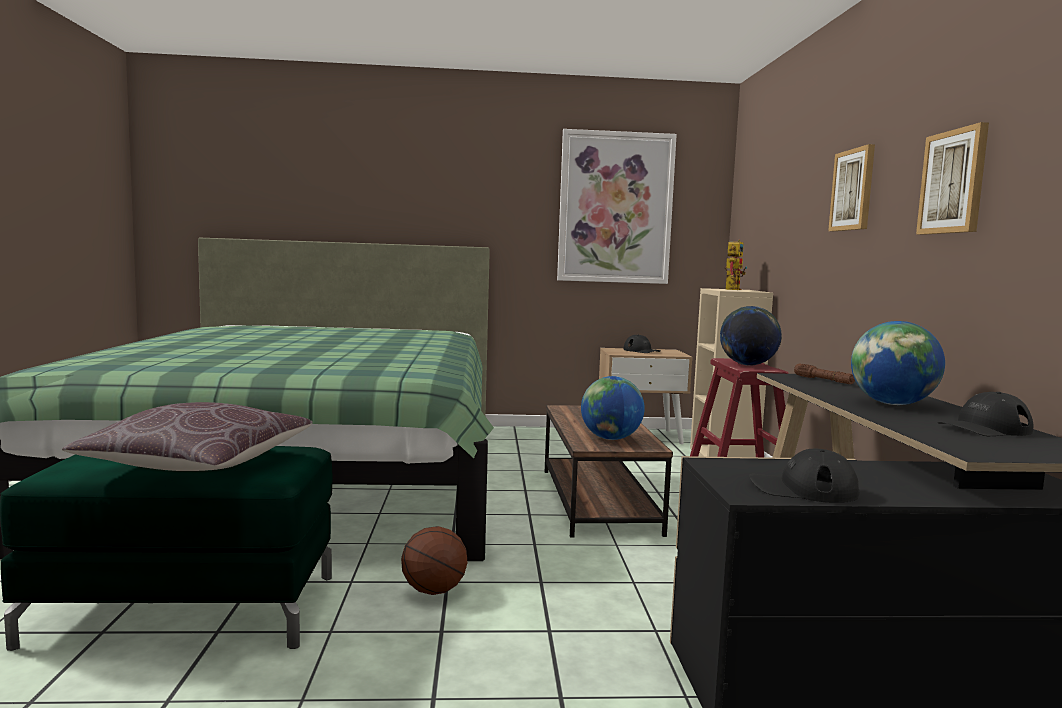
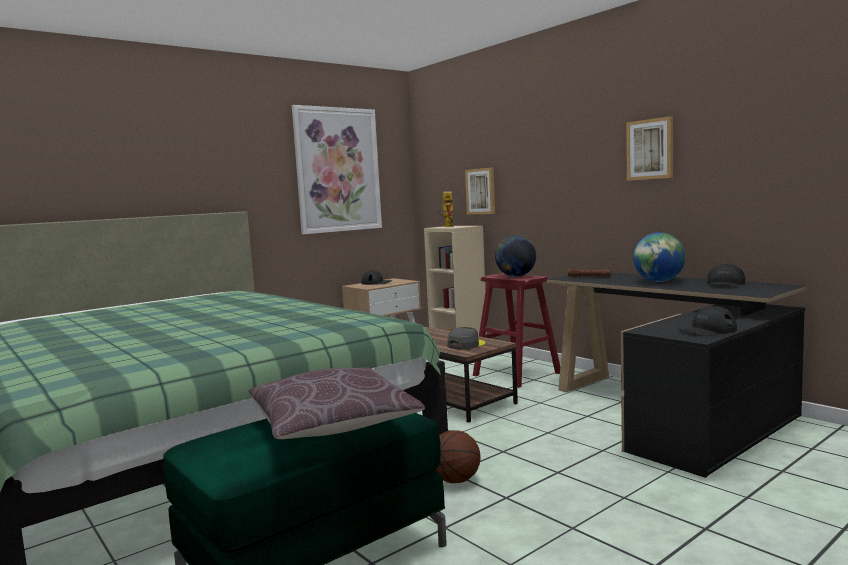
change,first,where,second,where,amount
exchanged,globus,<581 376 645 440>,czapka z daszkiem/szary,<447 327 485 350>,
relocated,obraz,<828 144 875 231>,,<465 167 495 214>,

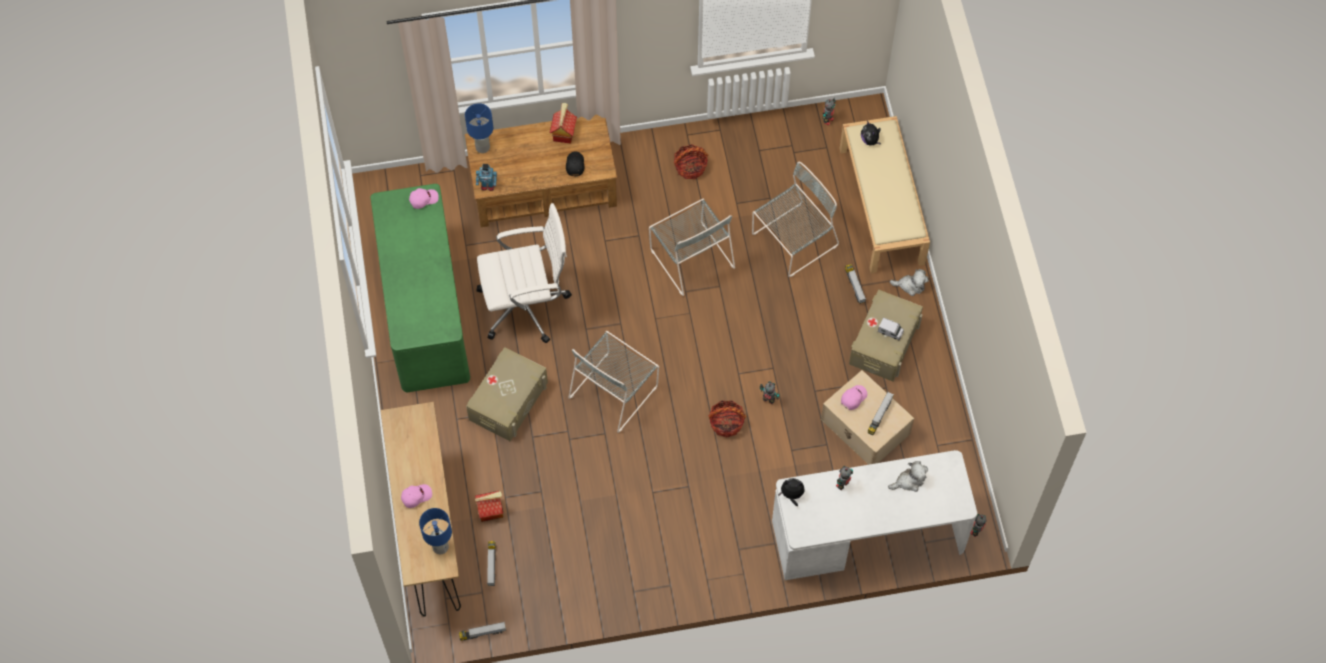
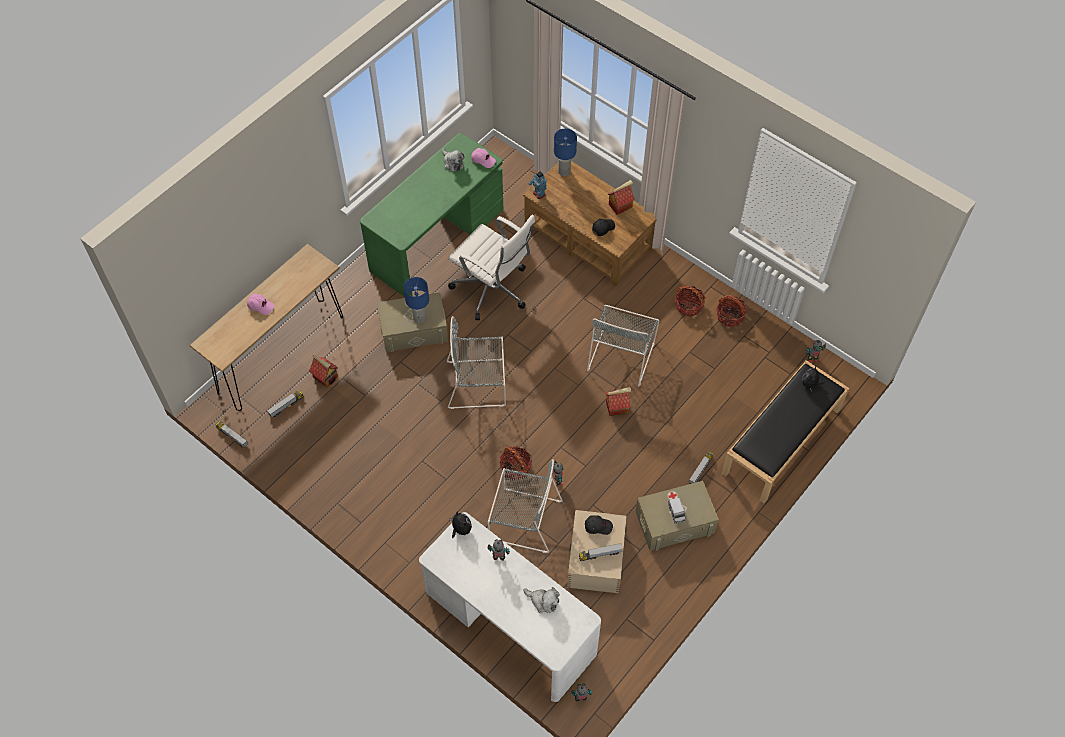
change,first,where,second,where,amount
relocated,lampa stołowa/niebieski,<419 508 452 554>,,<404 277 429 323>,
relocated,pluszak,<890 269 929 296>,,<442 148 464 172>,
relocated,krzesło/szary,<752 162 839 277>,,<488 459 563 553>,
colour,czapka z daszkiem/różowy,<841 385 867 410>,czapka z daszkiem/czarny,<585 515 613 535>,
appeared,,,domek,<606 387 631 416>,
appeared,,,koszyk,<716 295 747 327>,
colour,ławka/beżowy,<840 116 930 273>,ławka/czarny,<721 360 849 503>,

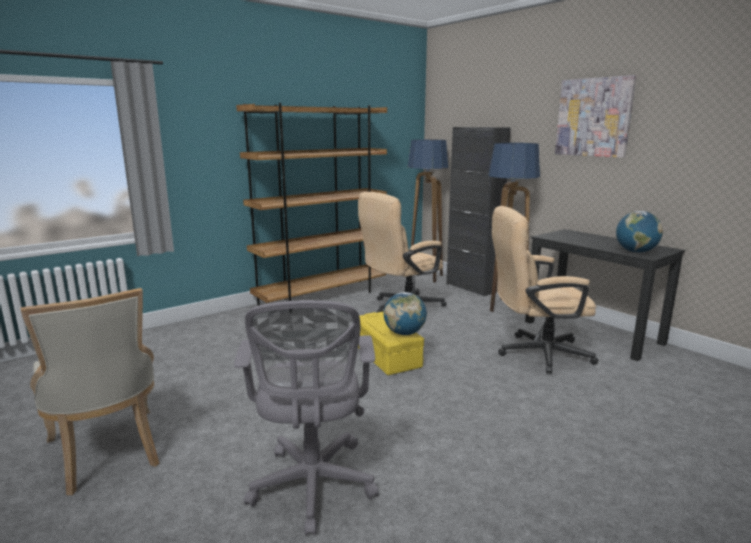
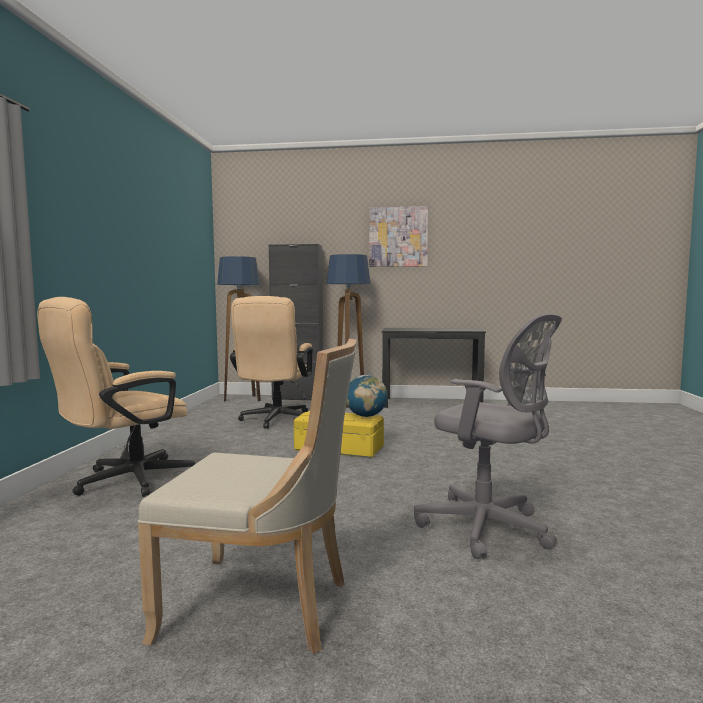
change,first,where,second,where,amount
relocated,krzesło biurowe/beżowy,<492 206 599 374>,,<37 297 195 497>,
missing,regał/brązowy,<236 103 387 306>,,,
missing,globus,<616 211 663 253>,,,

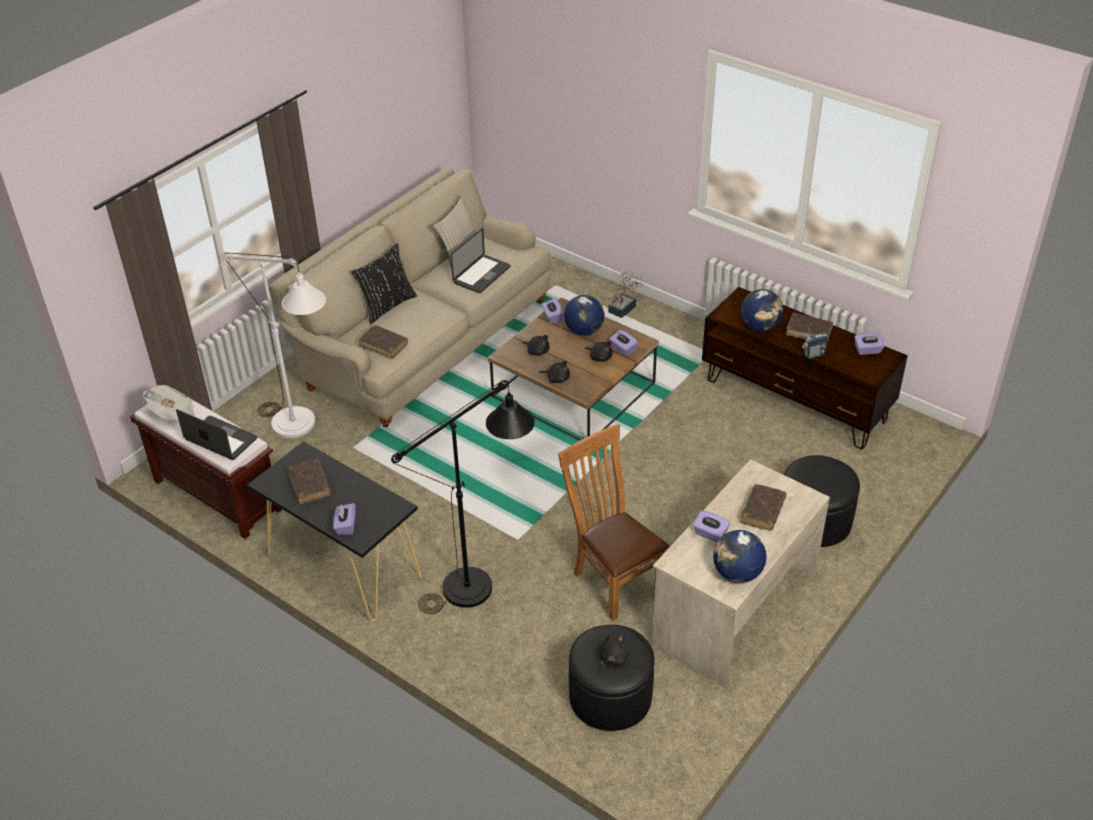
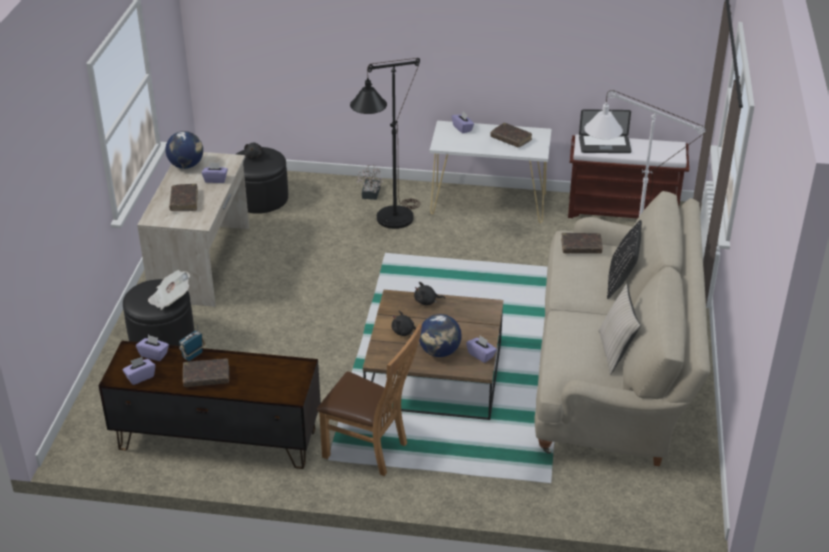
change,first,where,second,where,amount
relocated,pudełko chusteczek/fioletowy,<609 330 638 356>,,<136 335 169 361>,
relocated,gazeta,<143 385 195 421>,,<148 270 190 310>,
relocated,krzesło/brązowy,<558 424 669 621>,,<317 324 422 476>,
relocated,roślina doniczkowa,<608 271 643 318>,,<357 165 383 200>,
colour,stolik konsolowy/czarny,<247 441 421 621>,stolik konsolowy/biały,<430 121 552 223>,
missing,laptop,<451 228 511 293>,,,
missing,pluszak/czarny,<522 335 550 356>,,,
missing,globus,<741 289 783 331>,,,

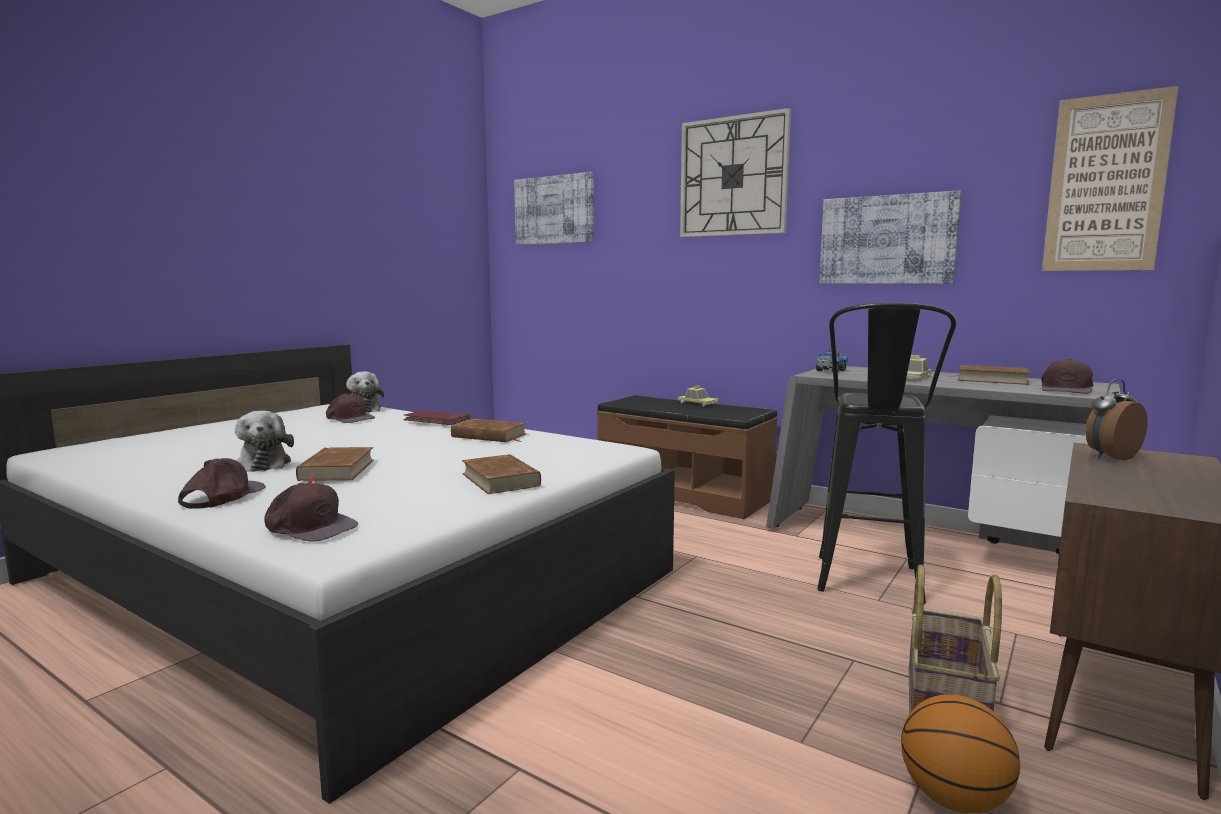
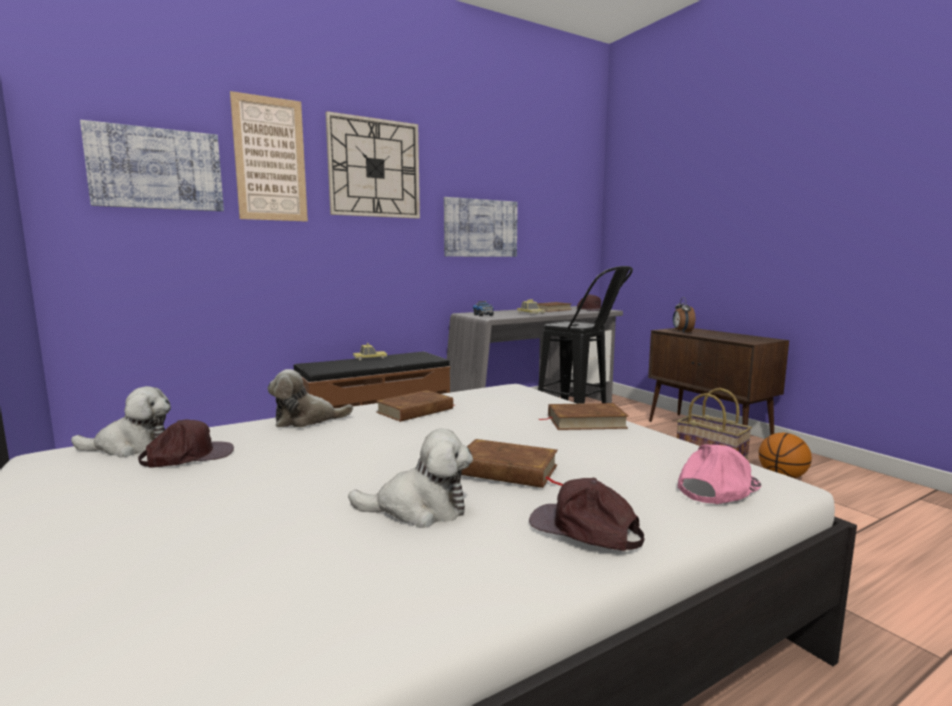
change,first,where,second,where,amount
relocated,obraz,<1042 86 1179 271>,,<230 91 308 222>,
exchanged,książka/czerwony,<403 410 470 425>,pluszak,<267 369 353 427>,
colour,czapka z daszkiem/brązowy,<264 483 358 542>,czapka z daszkiem/różowy,<678 445 761 504>,

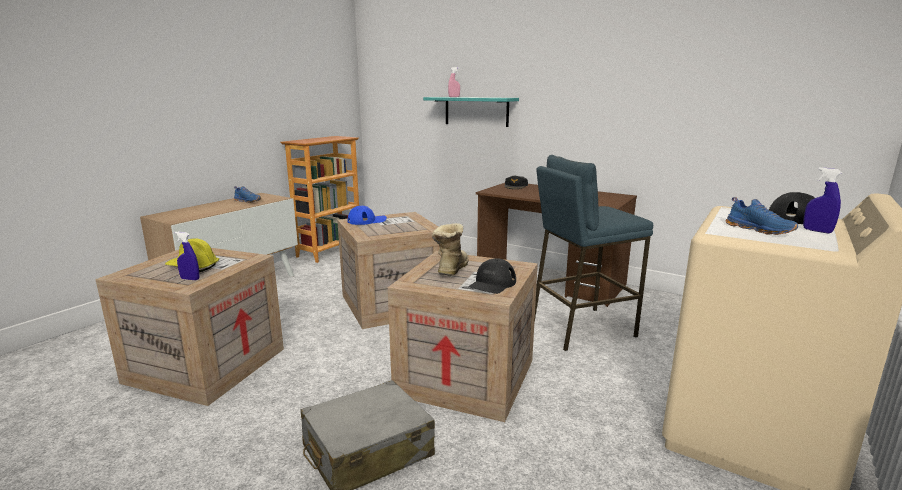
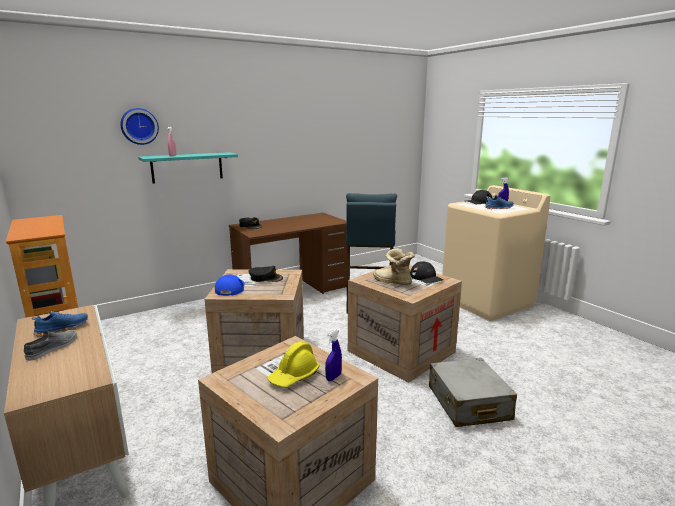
change,first,where,second,where,amount
appeared,,,but/szary,<24 330 77 361>,
appeared,,,zegar ścienny,<121 108 159 145>,
appeared,,,czapka z daszkiem/czarny,<248 266 283 282>,

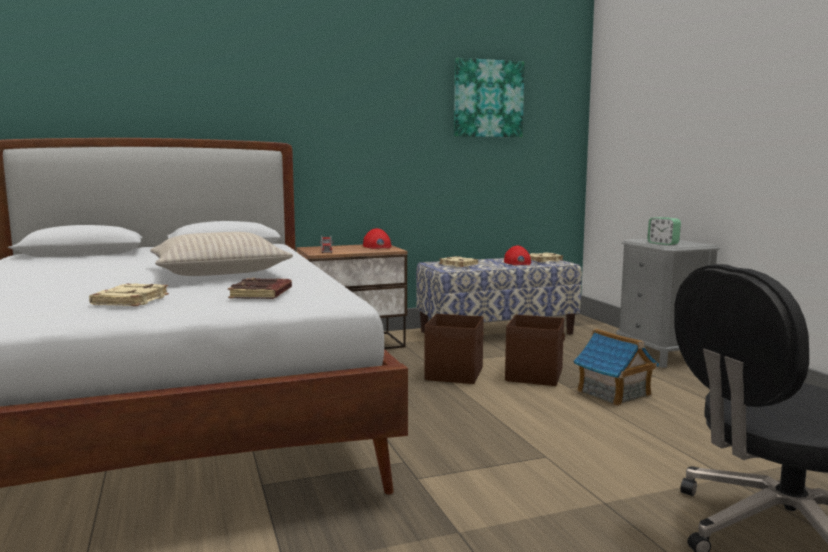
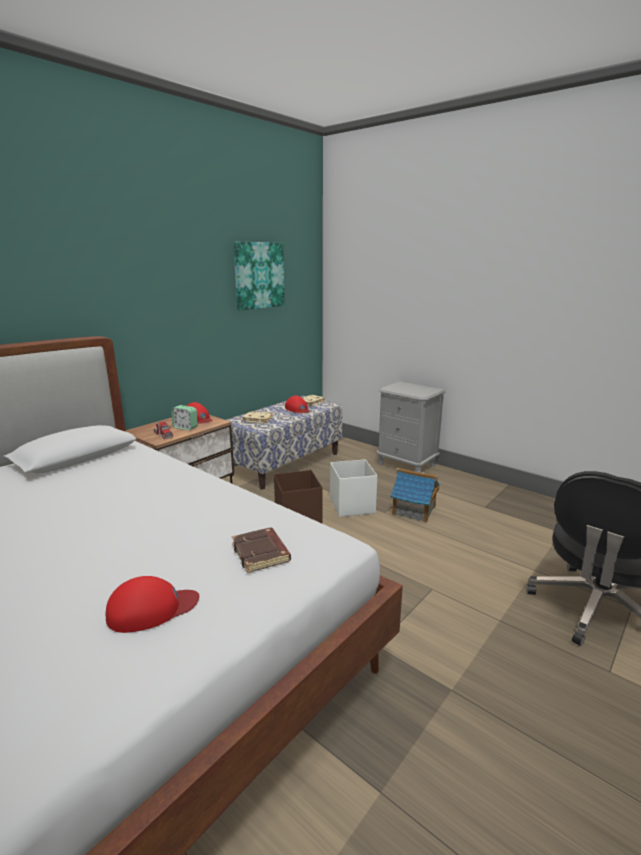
change,first,where,second,where,amount
exchanged,książka/beżowy,<89 283 169 306>,czapka z daszkiem/czerwony,<106 576 199 633>,
relocated,budzik,<647 217 681 245>,,<171 405 198 430>,
colour,pojemnik do przechowywania/brązowy,<505 315 565 386>,pojemnik do przechowywania/biały,<330 459 377 517>,
missing,poduszka/beżowy,<150 232 293 276>,,,

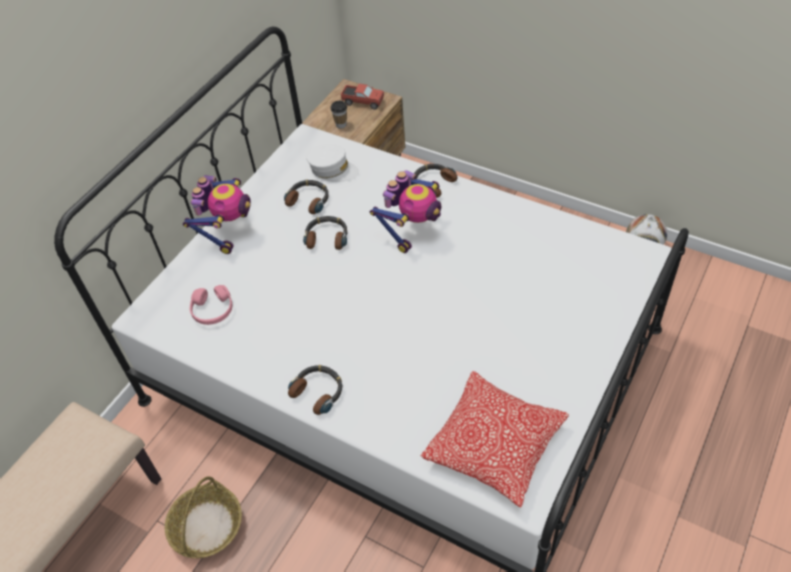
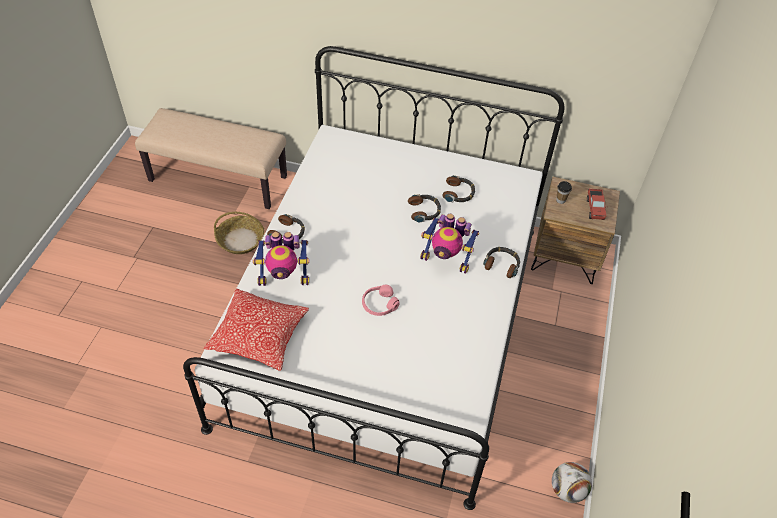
change,first,where,second,where,amount
relocated,robot zabawkowy,<183 175 251 254>,,<253 232 310 286>,
relocated,słuchawki/różowy,<190 285 233 325>,,<362 285 400 316>,
missing,czapka z daszkiem/biały,<306 144 359 182>,,,

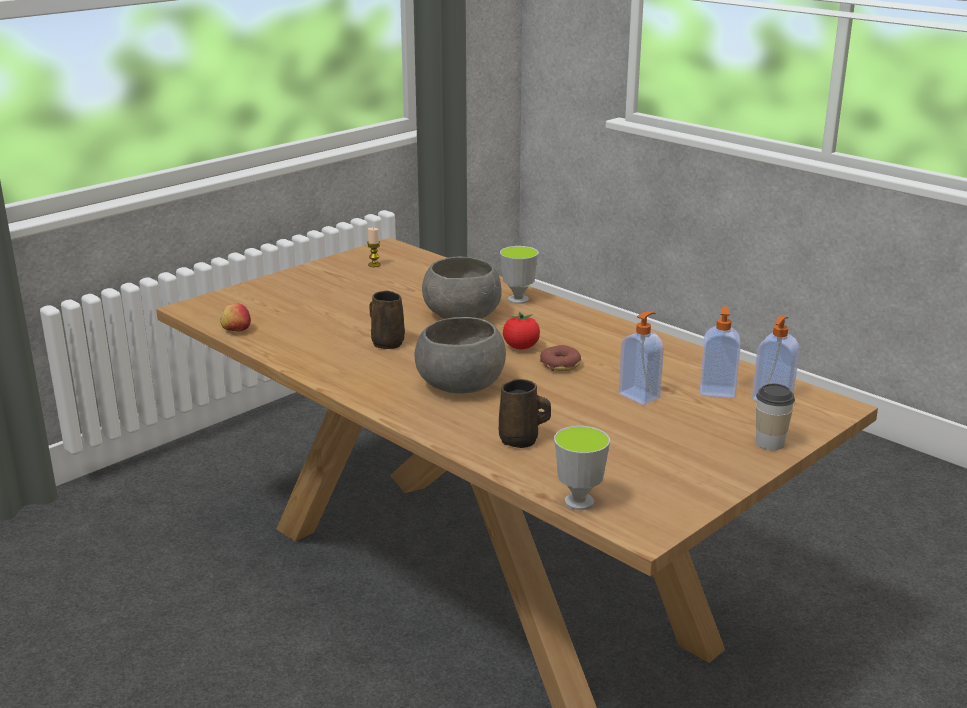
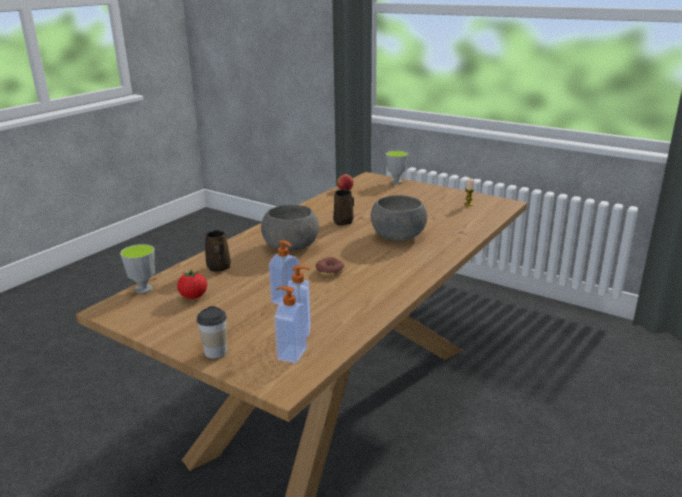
change,first,where,second,where,amount
relocated,pomidor,<503 312 540 350>,,<177 269 207 299>,
relocated,filiżanka,<500 246 539 304>,,<386 151 408 184>,

